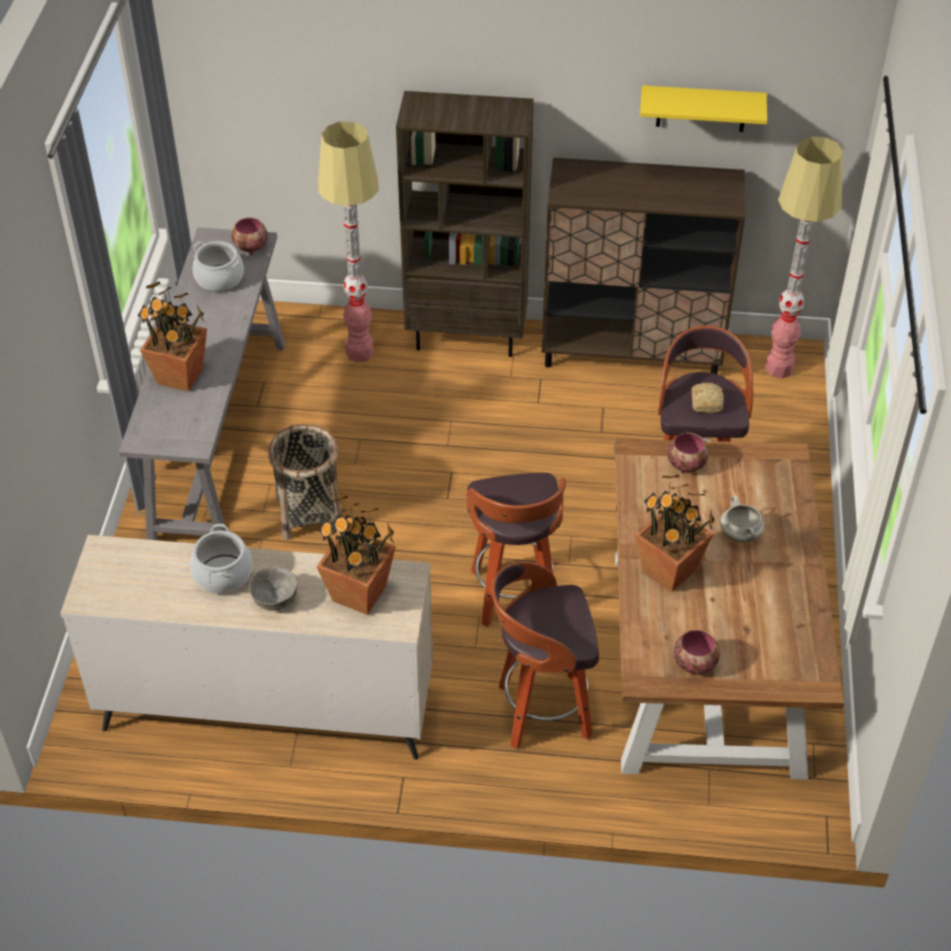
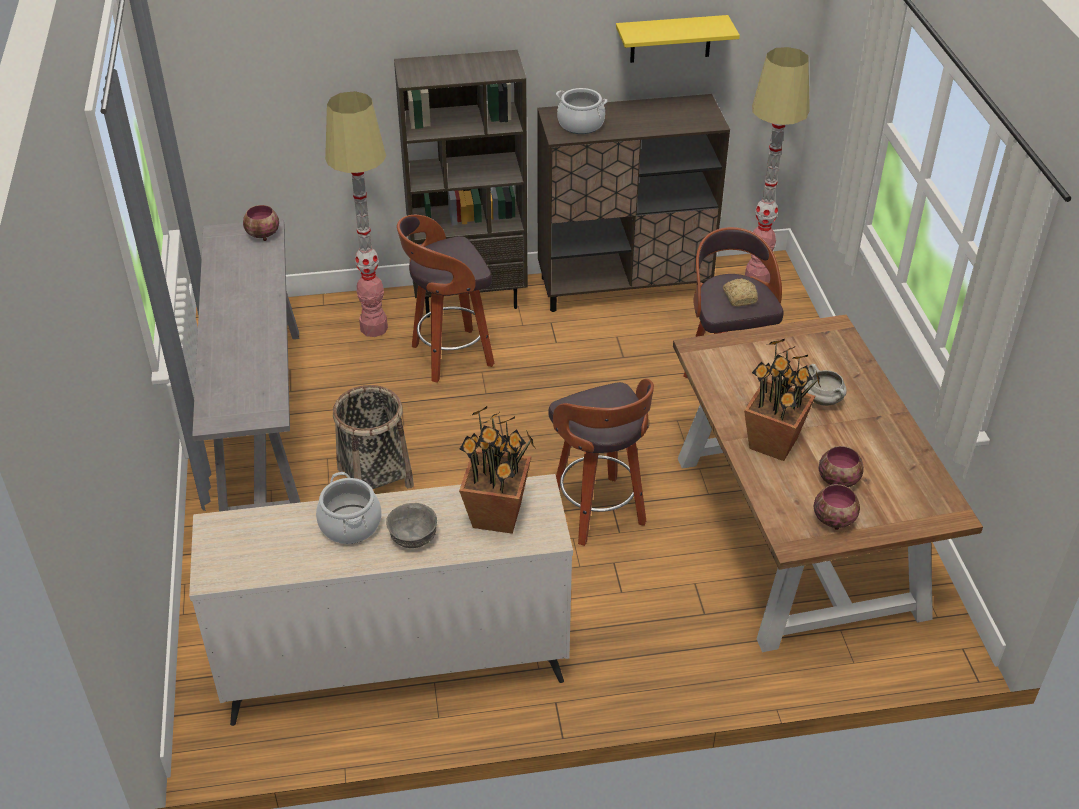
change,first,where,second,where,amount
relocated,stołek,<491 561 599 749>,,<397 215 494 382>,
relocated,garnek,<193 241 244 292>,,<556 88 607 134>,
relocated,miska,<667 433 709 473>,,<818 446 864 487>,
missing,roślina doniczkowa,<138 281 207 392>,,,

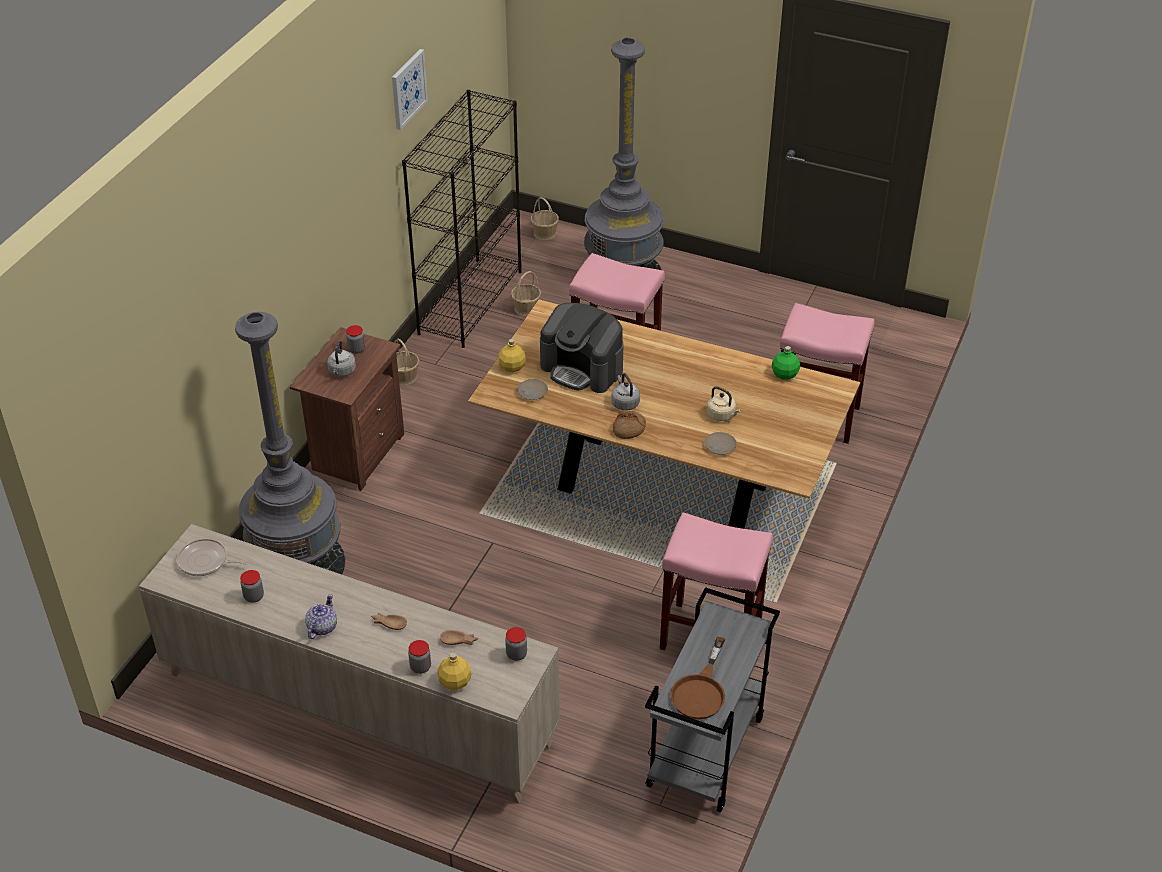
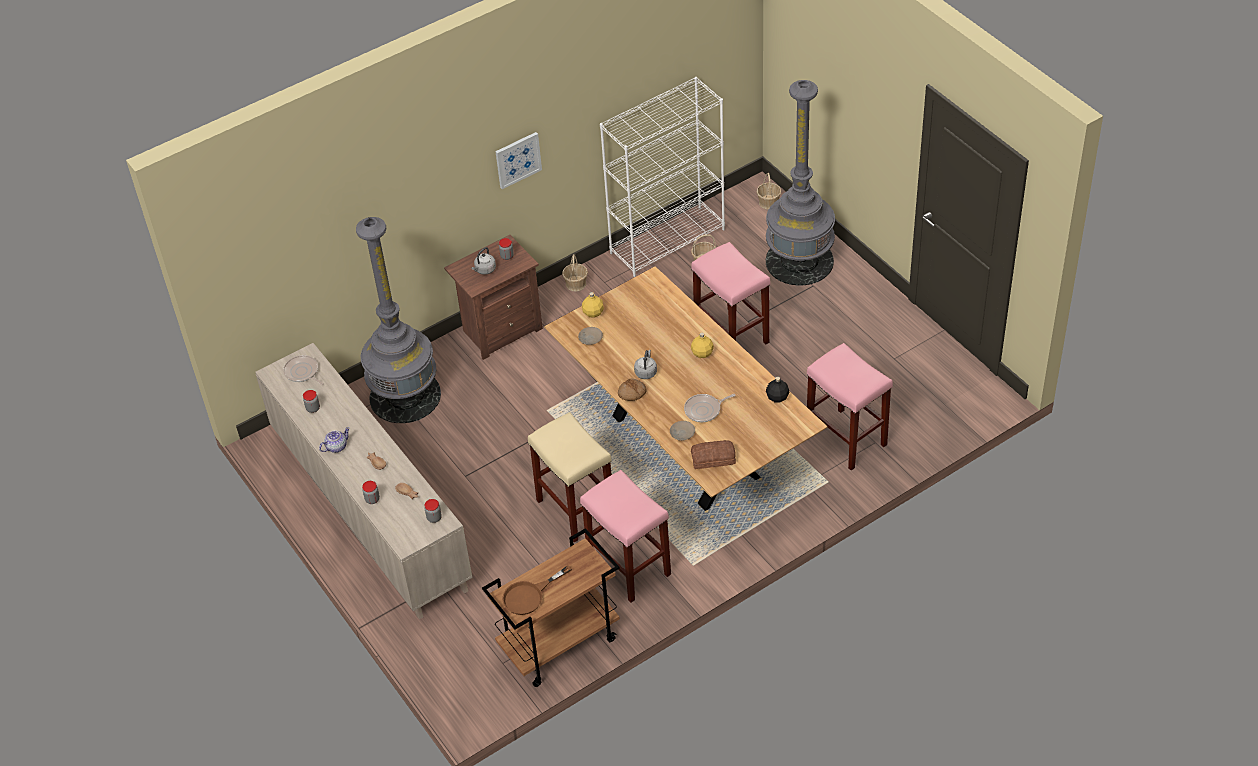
change,first,where,second,where,amount
colour,wózek/szary,<645 587 780 813>,wózek/brązowy,<482 528 620 687>,
relocated,obraz,<392 49 428 130>,,<495 132 542 189>,
appeared,,,stołek/beżowy,<528 412 612 542>,
colour,regał/czarny,<402 90 522 348>,regał/biały,<600 77 725 277>,
exchanged,czajnik/beżowy,<707 386 741 421>,patelnia,<684 394 736 422>,
relocated,butelka/żółty,<437 652 472 690>,,<691 332 714 358>,
appeared,,,chleb,<691 440 736 469>,
colour,butelka/zielony,<772 346 800 380>,butelka/czarny,<766 377 789 403>,
missing,ekspres do kawy,<540 303 623 393>,,,

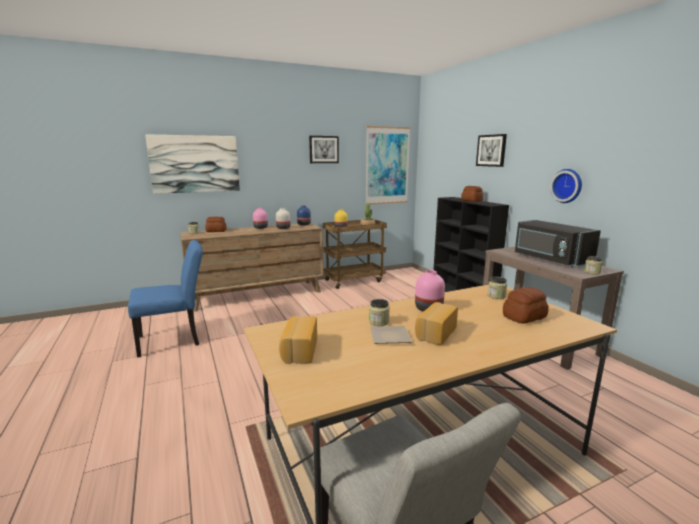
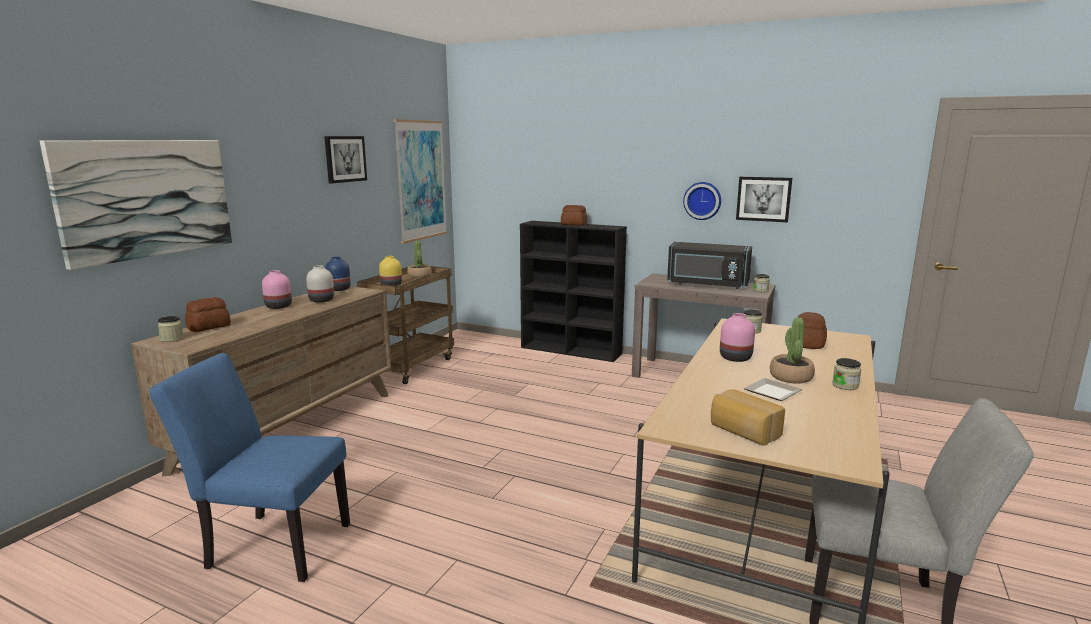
change,first,where,second,where,amount
spun,krzesło/niebieski,<128 240 203 357>,,<149 353 350 582>,105 degrees counterclockwise
relocated,obraz,<476 134 507 167>,,<736 177 792 222>,
exchanged,chleb,<415 302 458 345>,roślina doniczkowa,<770 317 815 384>,
relocated,słoik,<369 299 390 326>,,<832 358 861 390>,

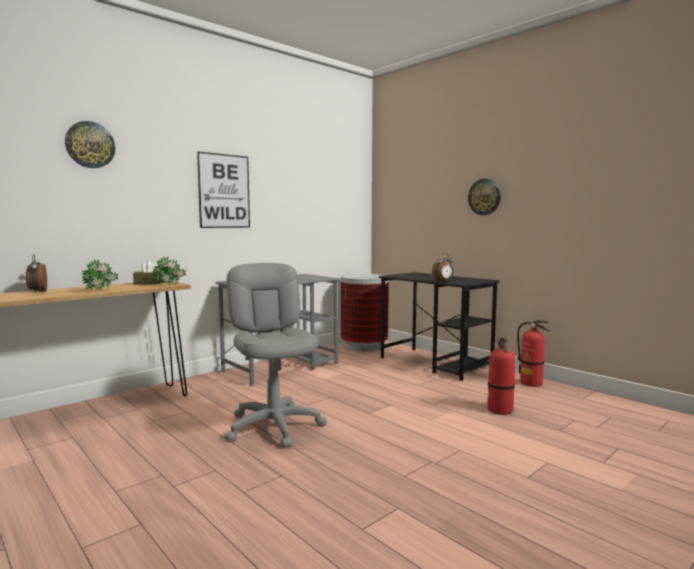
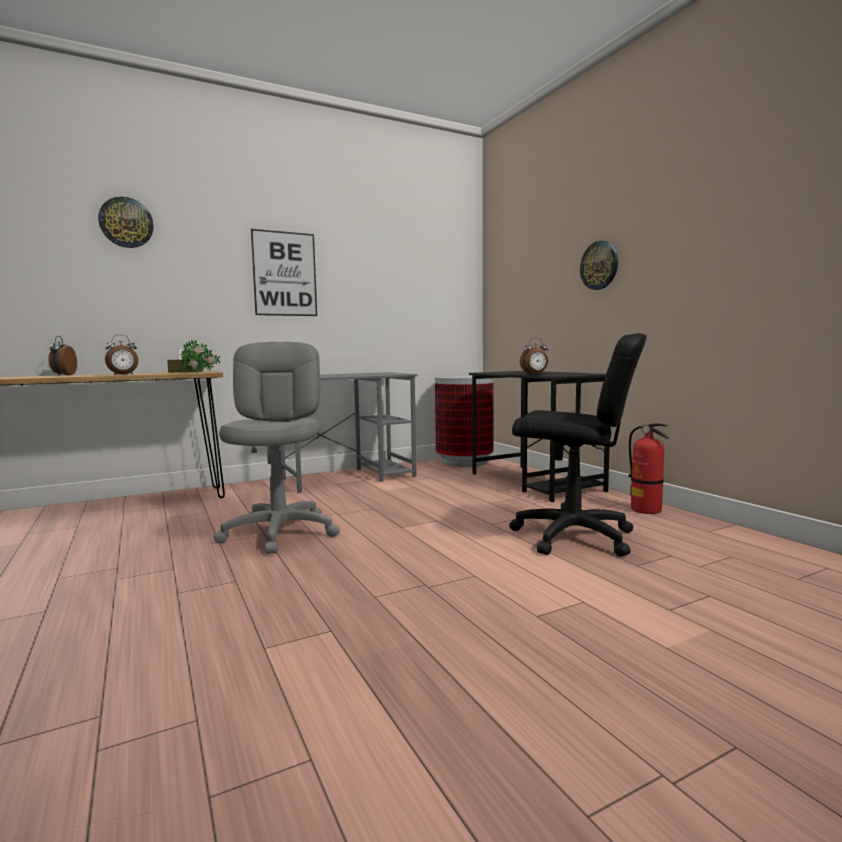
change,first,where,second,where,amount
exchanged,roślina doniczkowa,<82 259 118 291>,budzik,<105 335 138 375>,
exchanged,gaśnica,<487 337 515 415>,krzesło biurowe/czarny,<509 333 647 556>,

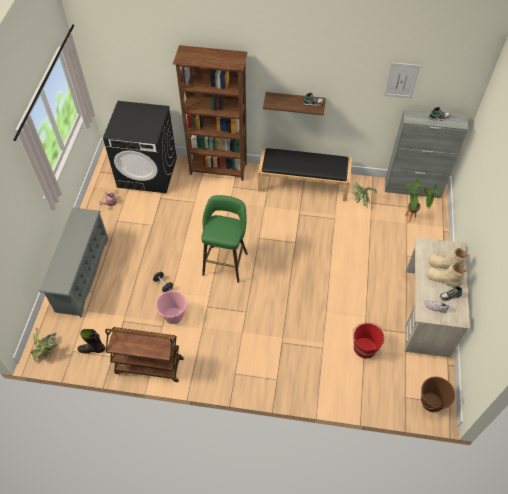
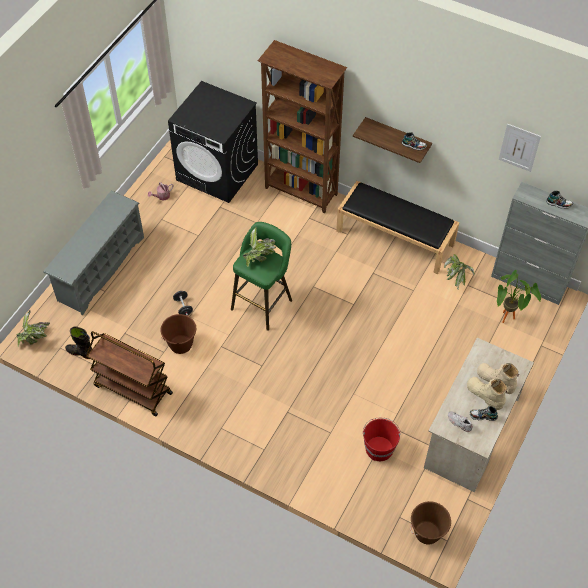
change,first,where,second,where,amount
colour,wiadro/różowy,<156 291 187 324>,wiadro/brązowy,<161 314 196 354>,
appeared,,,roślina doniczkowa,<243 227 276 267>,

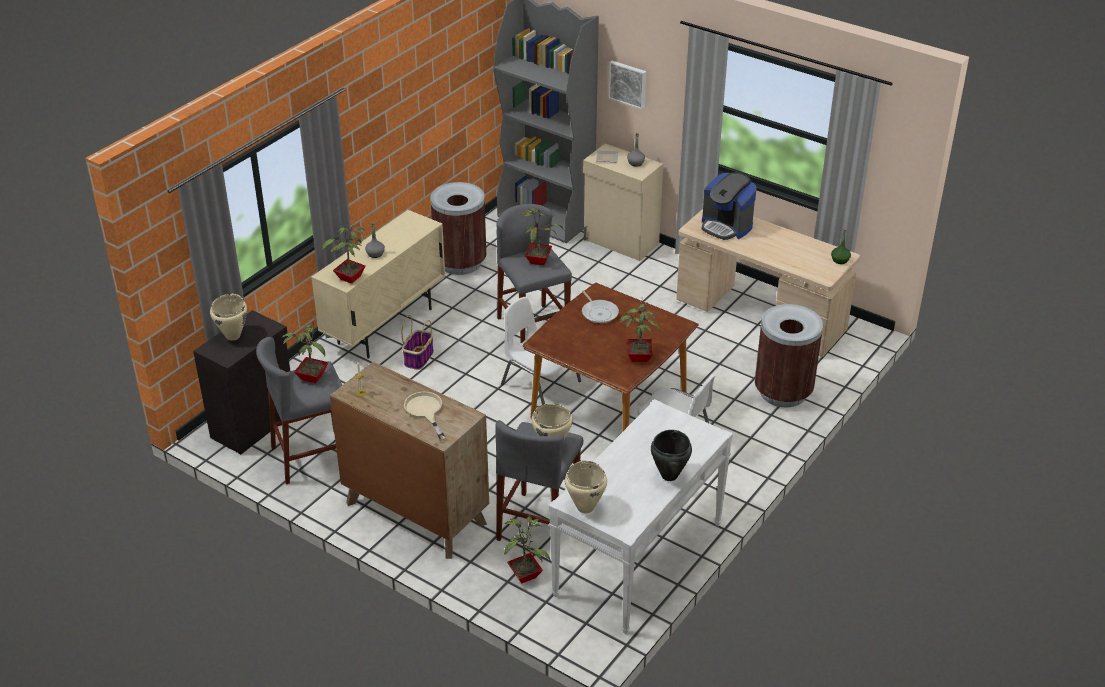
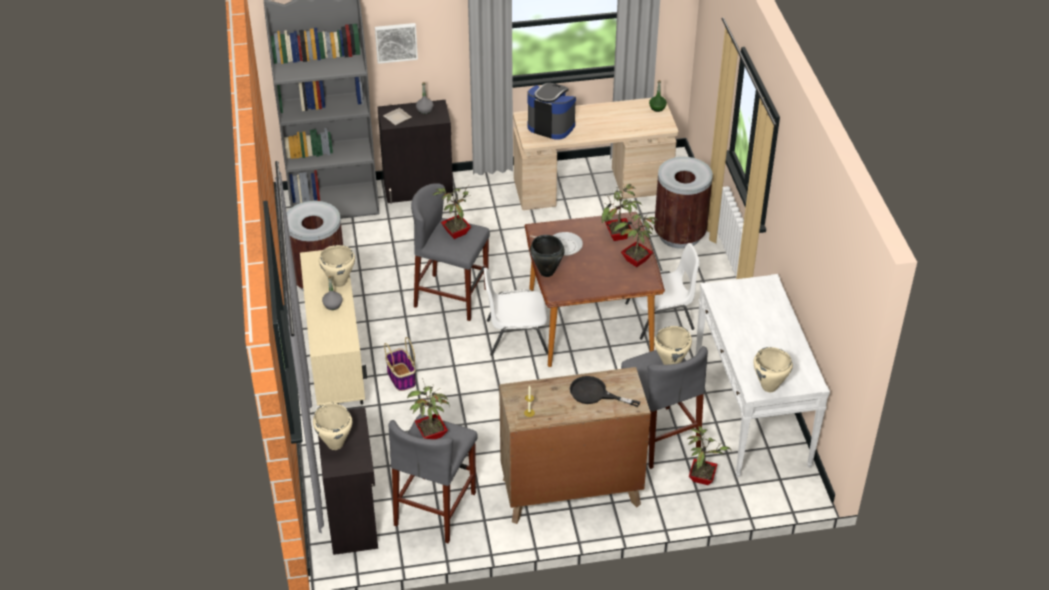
change,first,where,second,where,amount
appeared,,,garnek/beżowy,<319 245 355 287>,
colour,szafka/beżowy,<583 144 663 261>,szafka/czarny,<378 100 453 204>,
spun,ekspres do kawy,<702 172 757 240>,,<527 83 576 140>,150 degrees counterclockwise
relocated,garnek/czarny,<651 430 692 481>,,<530 235 565 277>,
colour,patelnia/beżowy,<404 392 446 441>,patelnia/czarny,<570 376 640 407>,
relocated,roślina doniczkowa,<321 223 366 284>,,<601 184 642 241>,

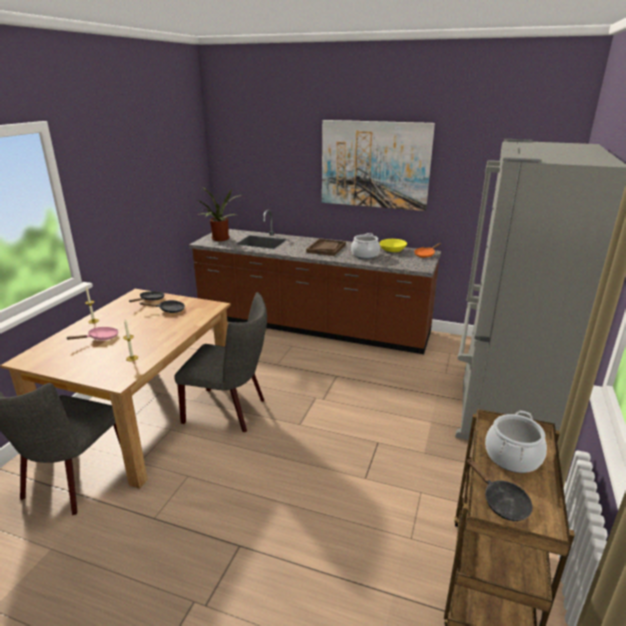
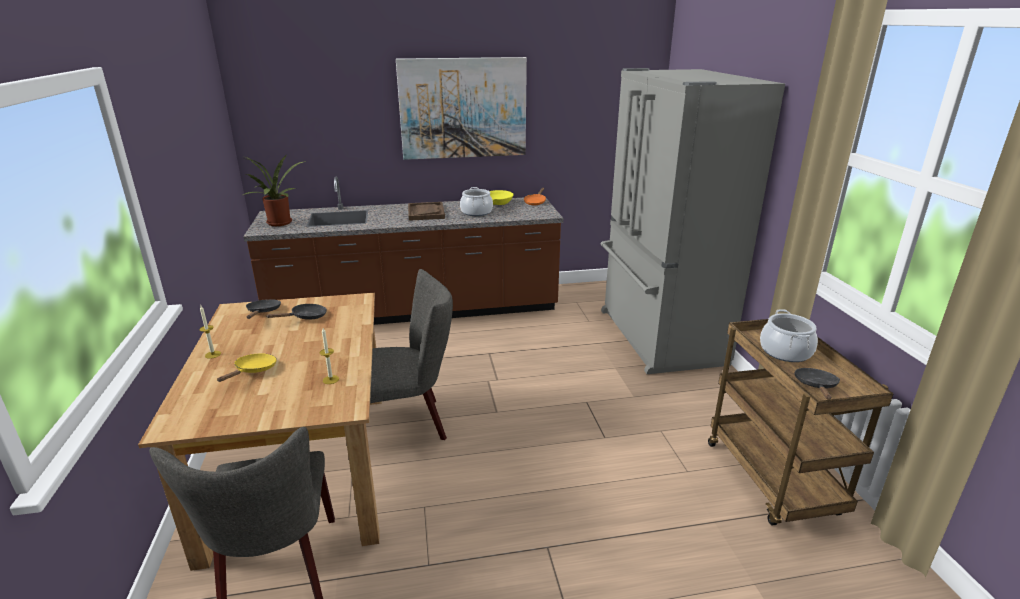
change,first,where,second,where,amount
colour,patelnia/różowy,<67 327 118 340>,patelnia/żółty,<217 354 277 382>,
spun,patelnia/czarny,<467 458 533 521>,,<794 368 840 400>,105 degrees counterclockwise

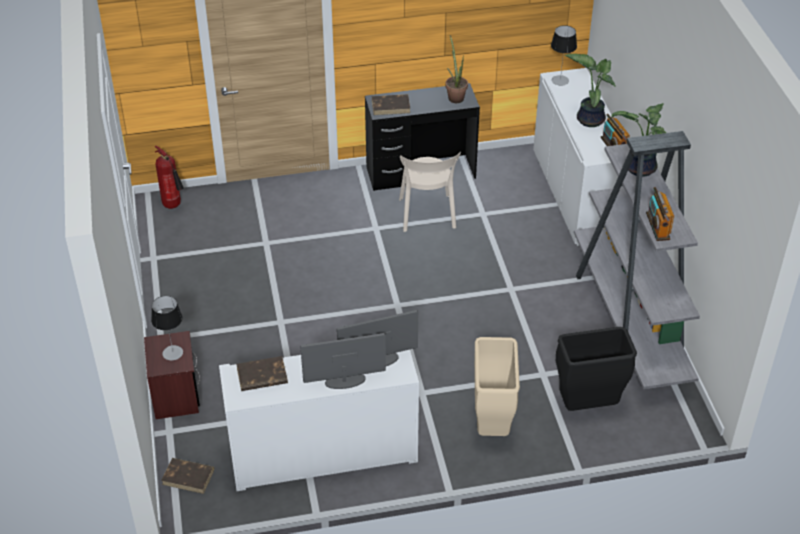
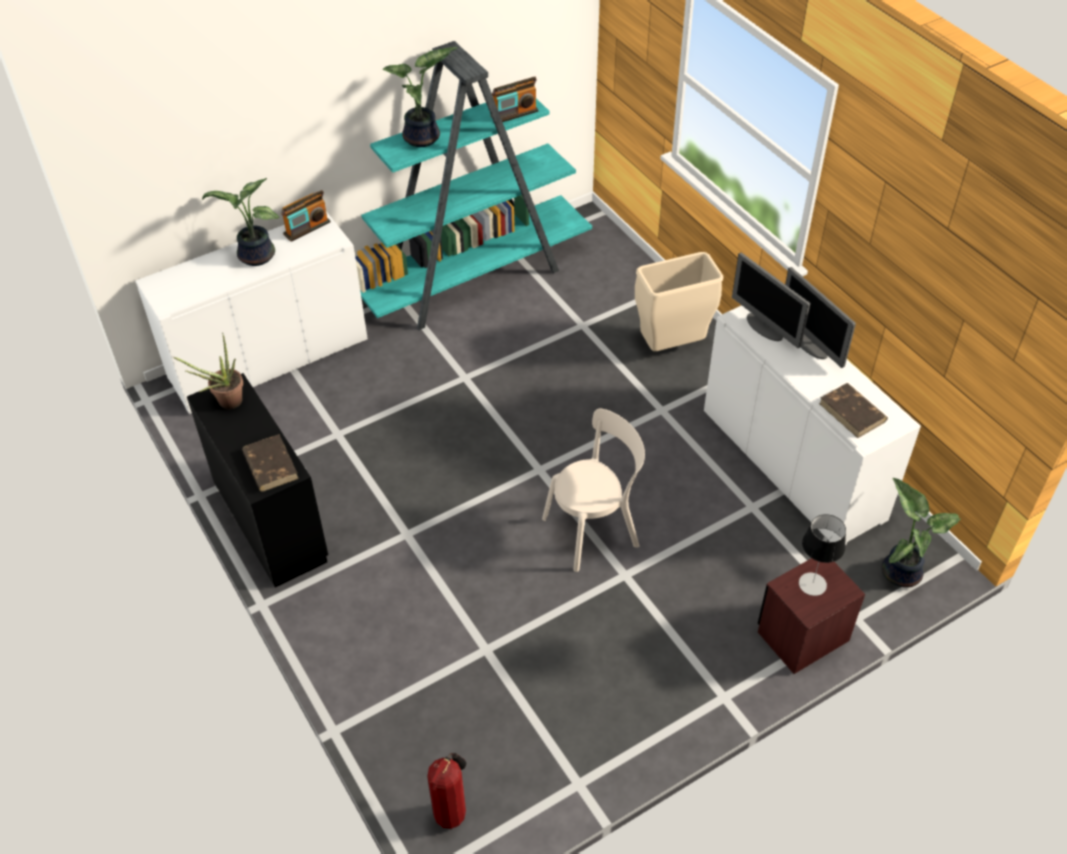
change,first,where,second,where,amount
colour,regał/szary,<574 131 700 389>,regał/turkusowy,<355 41 592 330>,
relocated,krzesło/beżowy,<399 152 461 232>,,<542 409 645 572>,
exchanged,książka/brązowy,<161 458 214 494>,roślina doniczkowa,<882 478 961 588>,
missing,lampa stołowa,<551 25 577 86>,,,
missing,kosz na śmieci/czarny,<556 327 637 411>,,,

